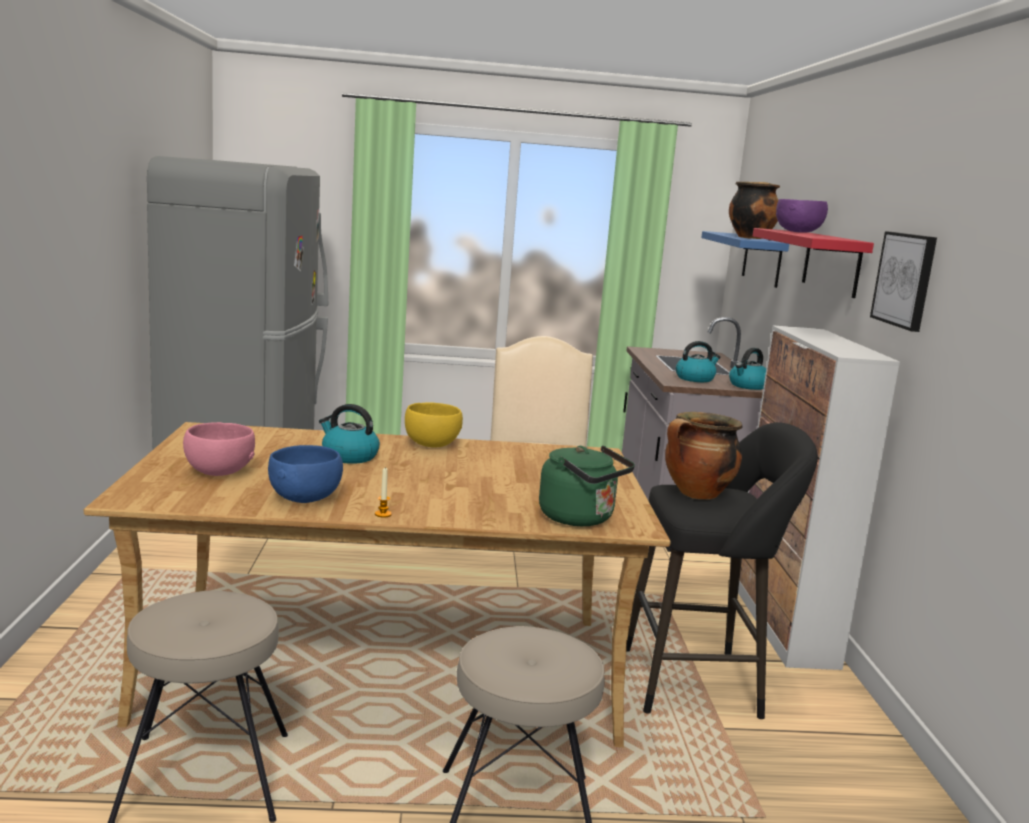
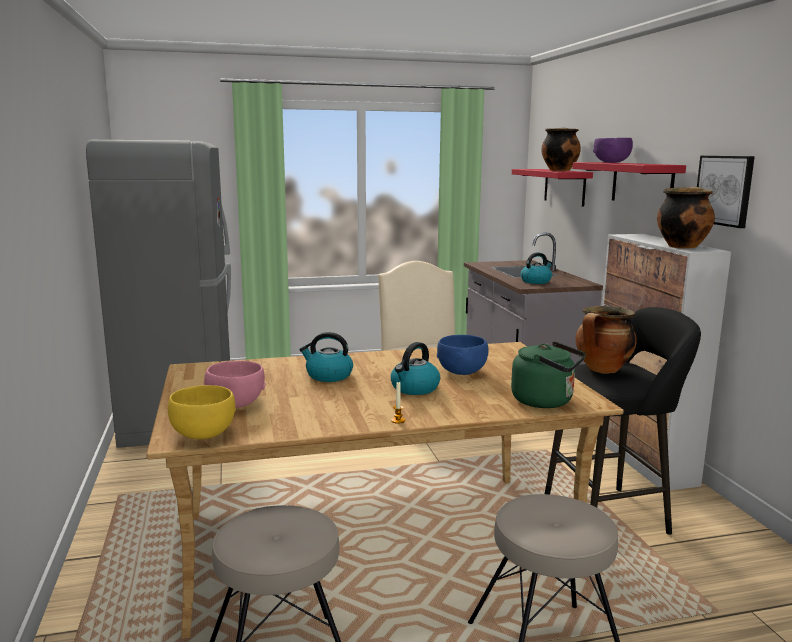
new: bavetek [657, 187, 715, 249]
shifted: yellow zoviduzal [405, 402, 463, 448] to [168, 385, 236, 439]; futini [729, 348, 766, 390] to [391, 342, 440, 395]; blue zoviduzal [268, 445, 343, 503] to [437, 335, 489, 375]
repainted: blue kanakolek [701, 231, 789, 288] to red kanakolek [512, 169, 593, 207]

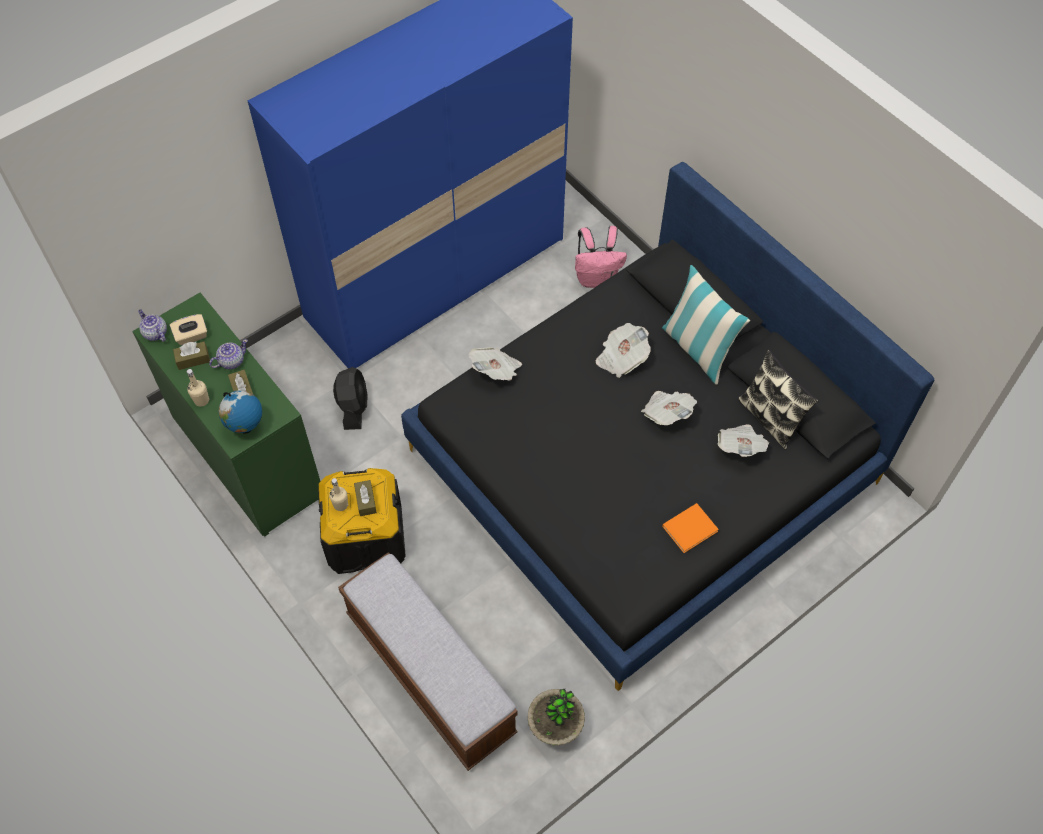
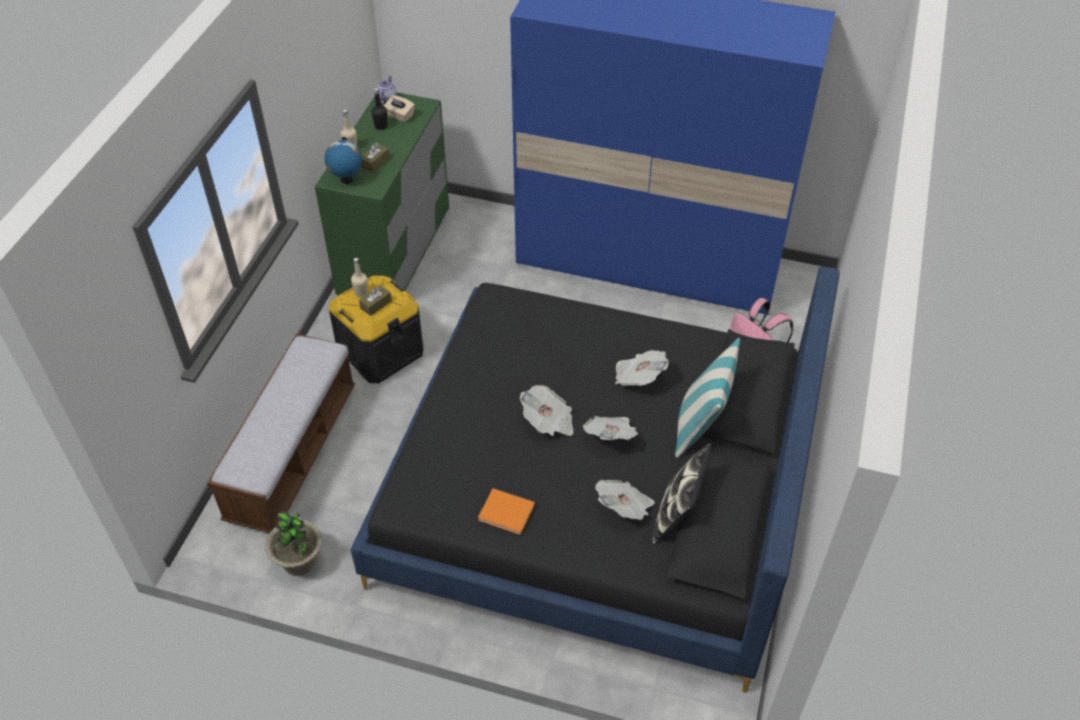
gone: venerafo [209, 339, 248, 369]; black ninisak [333, 367, 367, 430]
shifted: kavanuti [469, 348, 522, 381] to [520, 385, 573, 436]
swapped: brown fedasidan [173, 342, 210, 370] to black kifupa [371, 88, 387, 130]

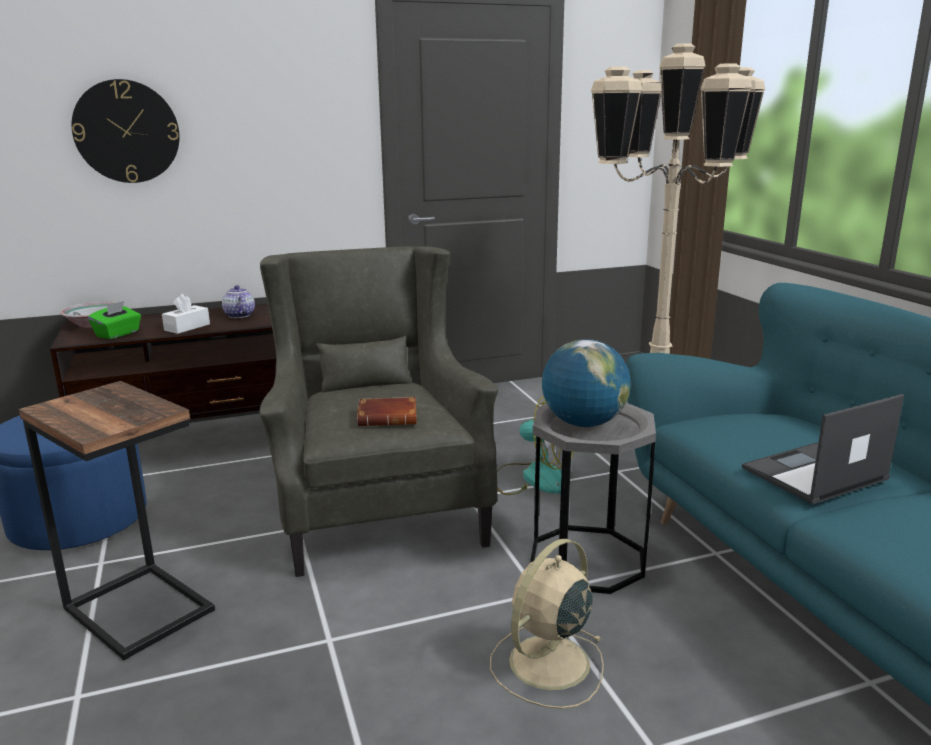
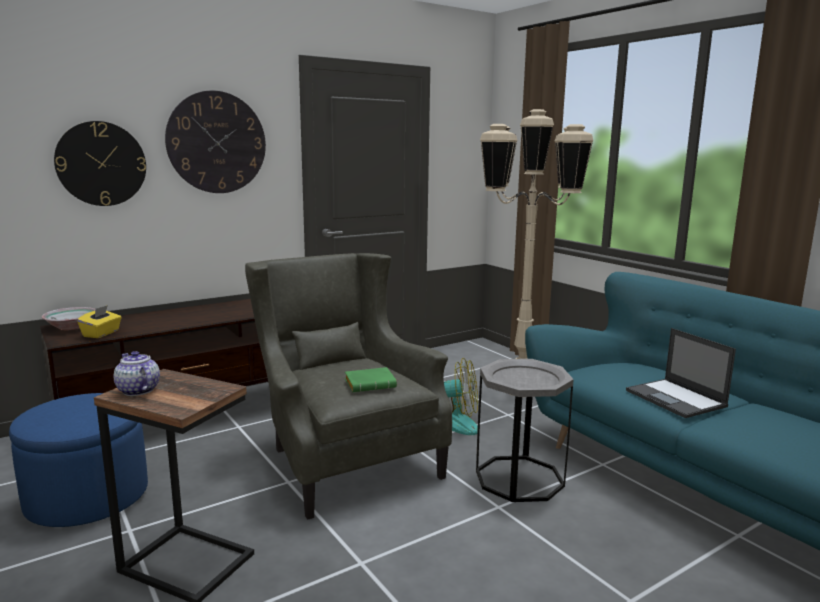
gone: white fedasidan [162, 294, 210, 334]; beige ninisak [490, 539, 604, 709]; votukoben [542, 339, 631, 427]
new: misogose [165, 90, 266, 193]
shifted: venerafo [222, 285, 255, 318] to [114, 351, 160, 396]
repainted: green fedasidan [88, 301, 141, 339] to yellow fedasidan [77, 305, 122, 338]; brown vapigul [357, 397, 417, 426] to green vapigul [345, 367, 397, 392]
rotated: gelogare [742, 394, 904, 504] = [626, 328, 736, 418] 75 degrees counterclockwise

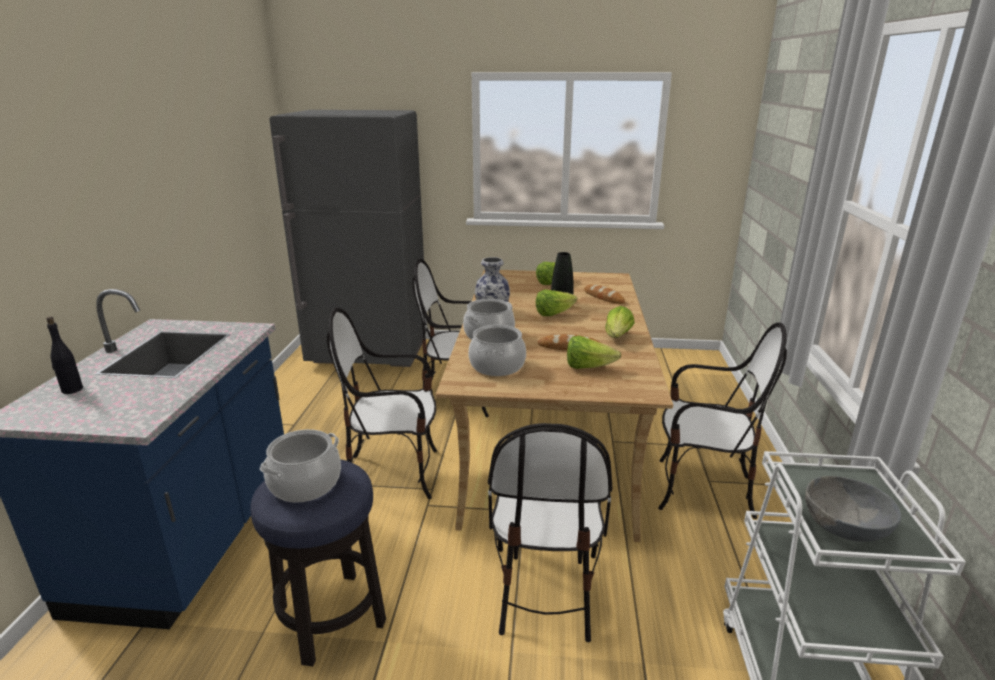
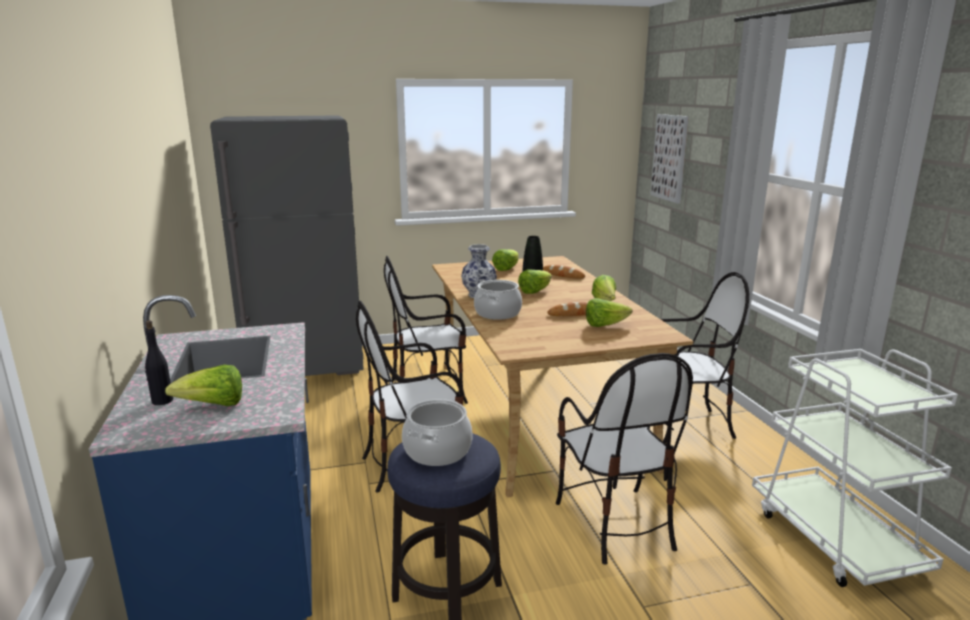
gone: bavetek [468, 325, 526, 376]; grey zoviduzal [805, 476, 901, 542]
new: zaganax [165, 365, 242, 406]; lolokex [650, 114, 689, 204]

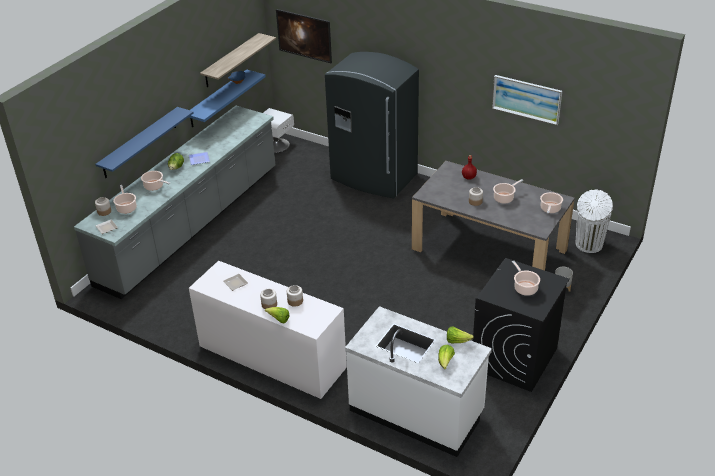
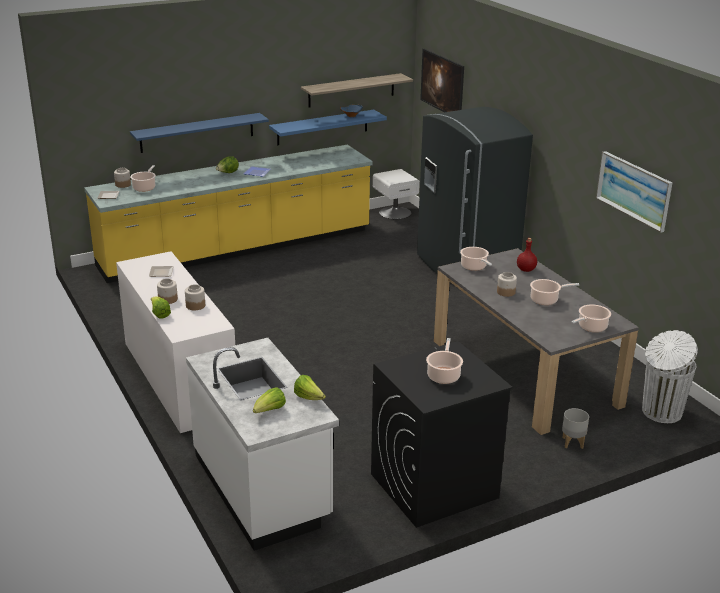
shifted: bavetek [141, 171, 170, 191] to [460, 247, 492, 271]
repainted: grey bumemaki [74, 106, 275, 299] to yellow bumemaki [84, 145, 373, 283]

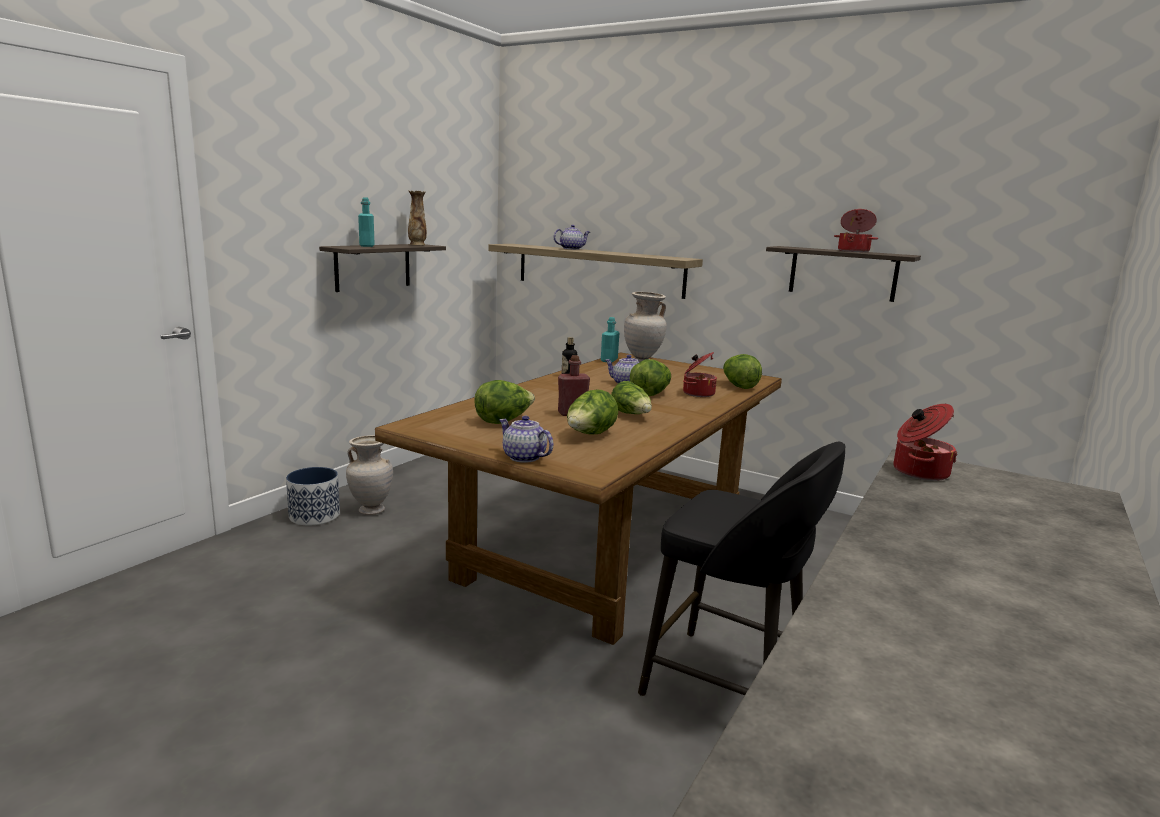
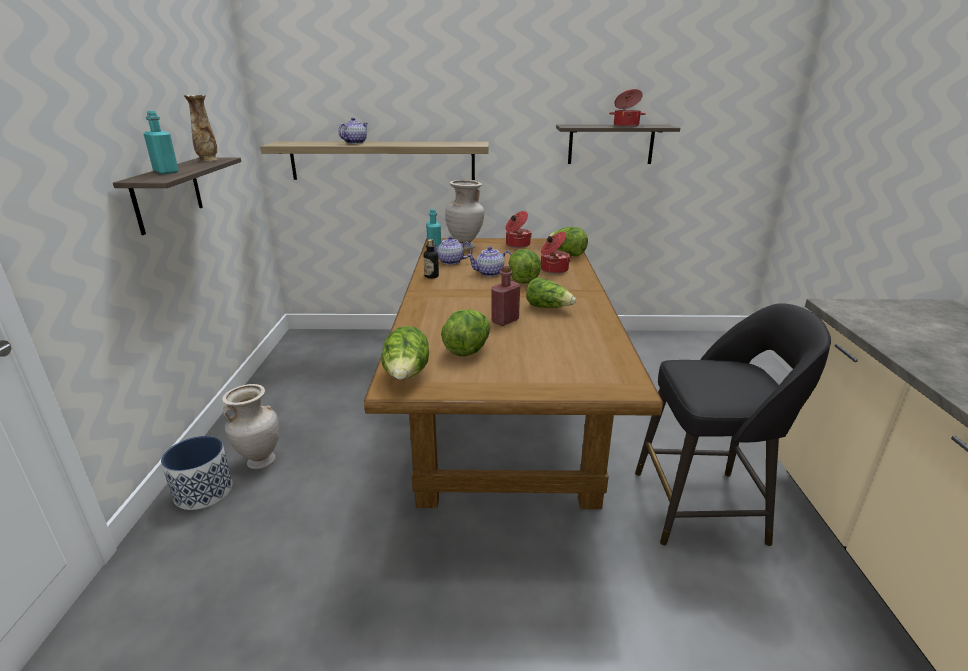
shifted: zaganax [567, 390, 618, 435] to [381, 326, 429, 380]; venerafo [499, 416, 553, 463] to [433, 236, 473, 265]; bavetek [894, 404, 958, 481] to [505, 211, 532, 248]

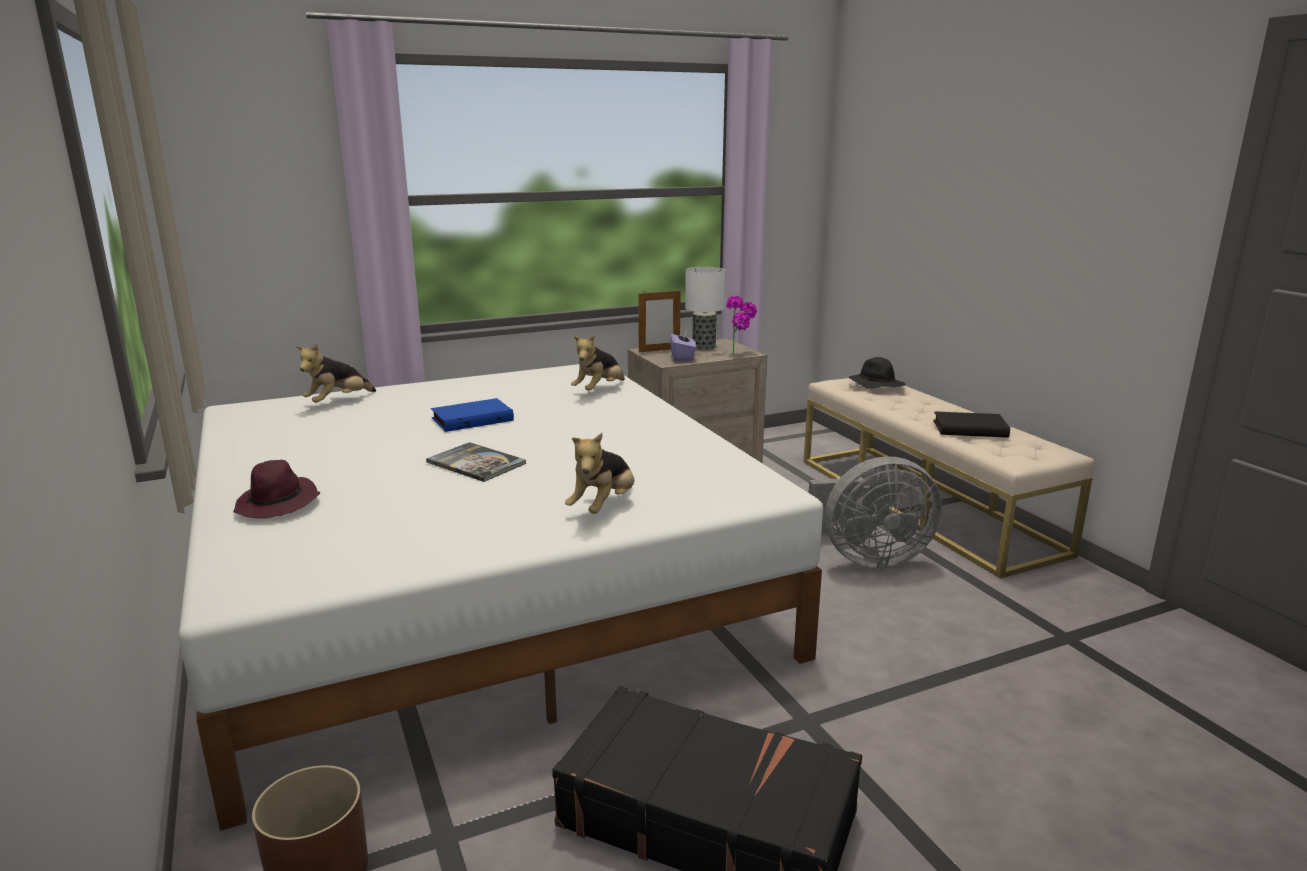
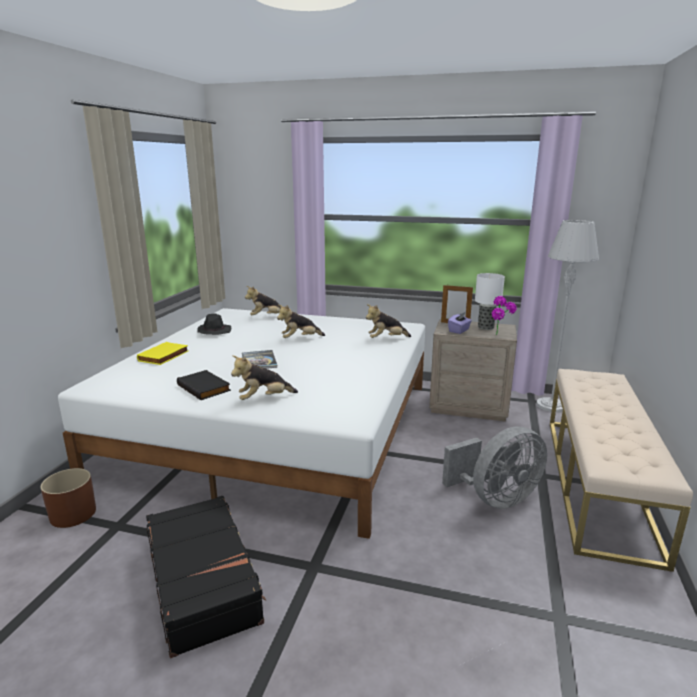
new: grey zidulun [537, 220, 599, 412]
shifted: black vapigul [933, 411, 1010, 438] to [177, 370, 231, 400]; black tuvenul [849, 357, 905, 389] to [197, 313, 231, 335]
swapped: purple tuvenul [233, 460, 320, 518] to yellow vapigul [137, 342, 188, 365]; blue vapigul [431, 398, 514, 432] to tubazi [277, 305, 325, 338]
rotated: grey ninisak [809, 456, 942, 568] = [442, 427, 547, 509] 60 degrees counterclockwise

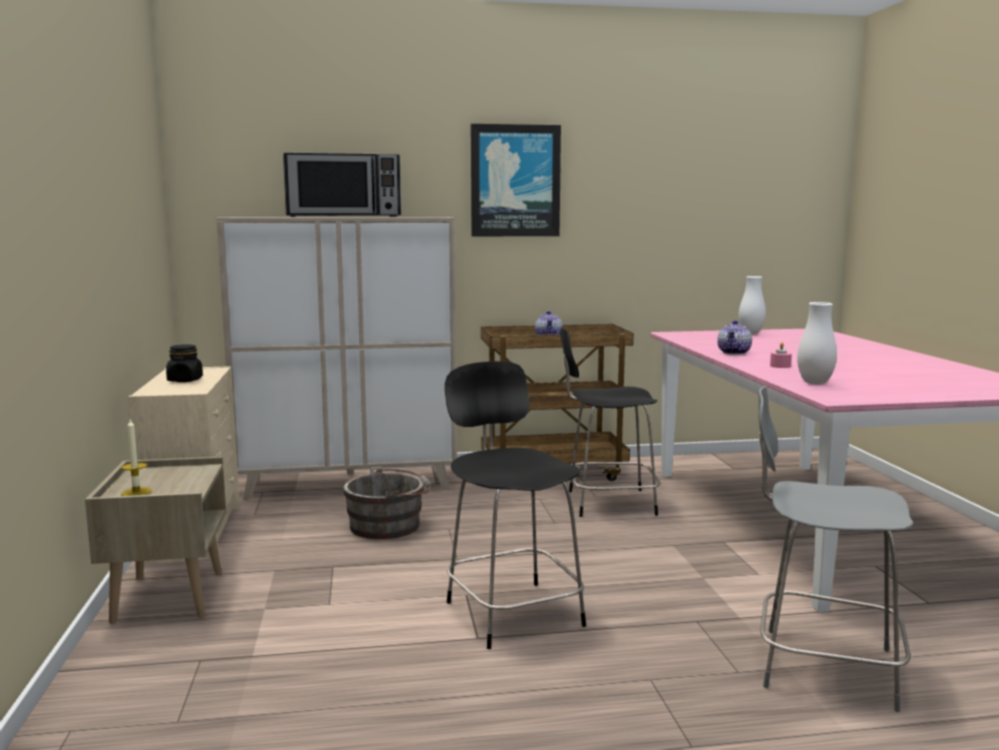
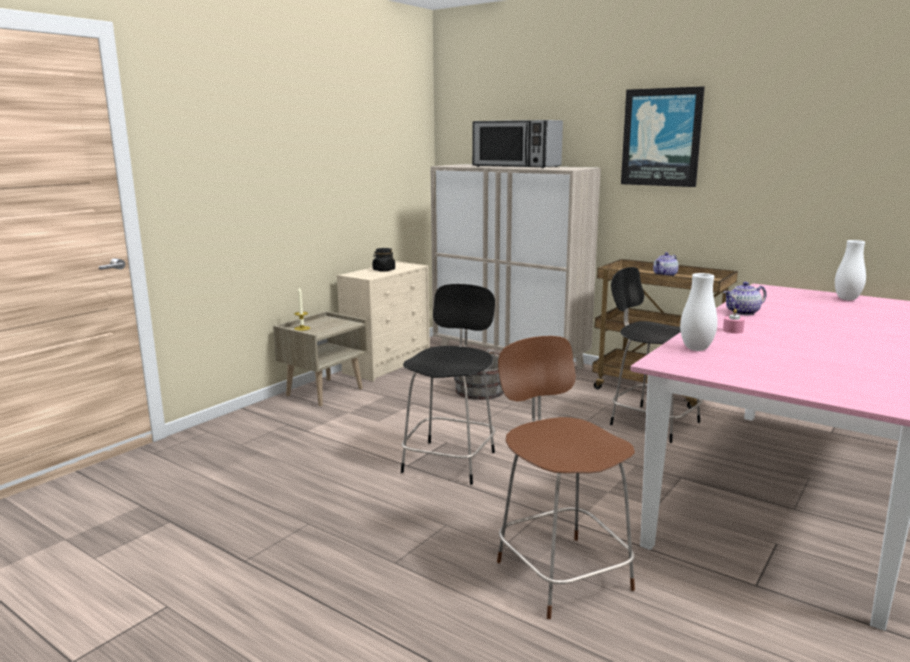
repainted: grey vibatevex [758, 387, 913, 712] to brown vibatevex [497, 336, 635, 619]

